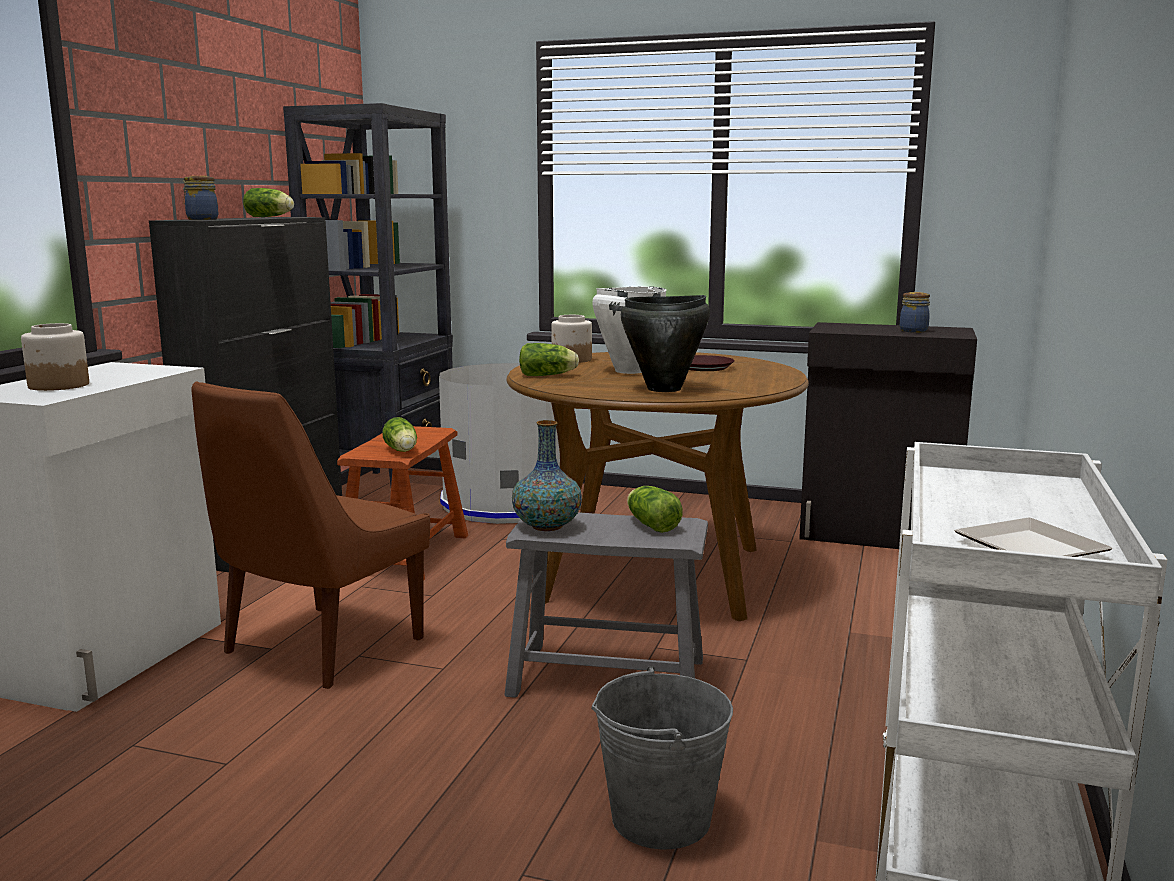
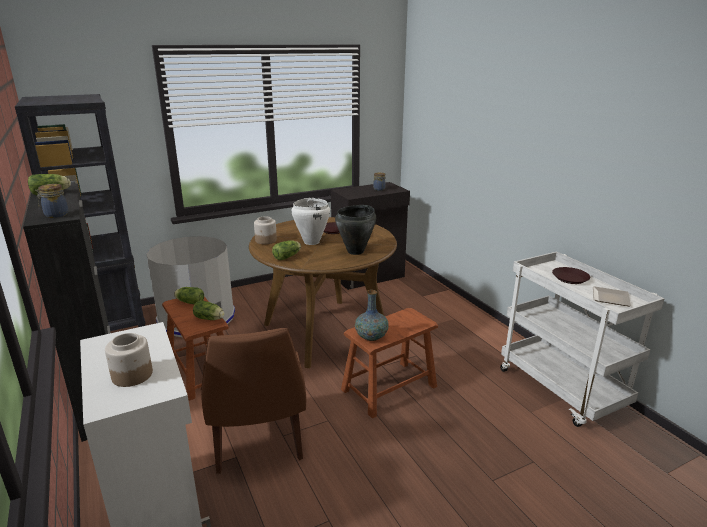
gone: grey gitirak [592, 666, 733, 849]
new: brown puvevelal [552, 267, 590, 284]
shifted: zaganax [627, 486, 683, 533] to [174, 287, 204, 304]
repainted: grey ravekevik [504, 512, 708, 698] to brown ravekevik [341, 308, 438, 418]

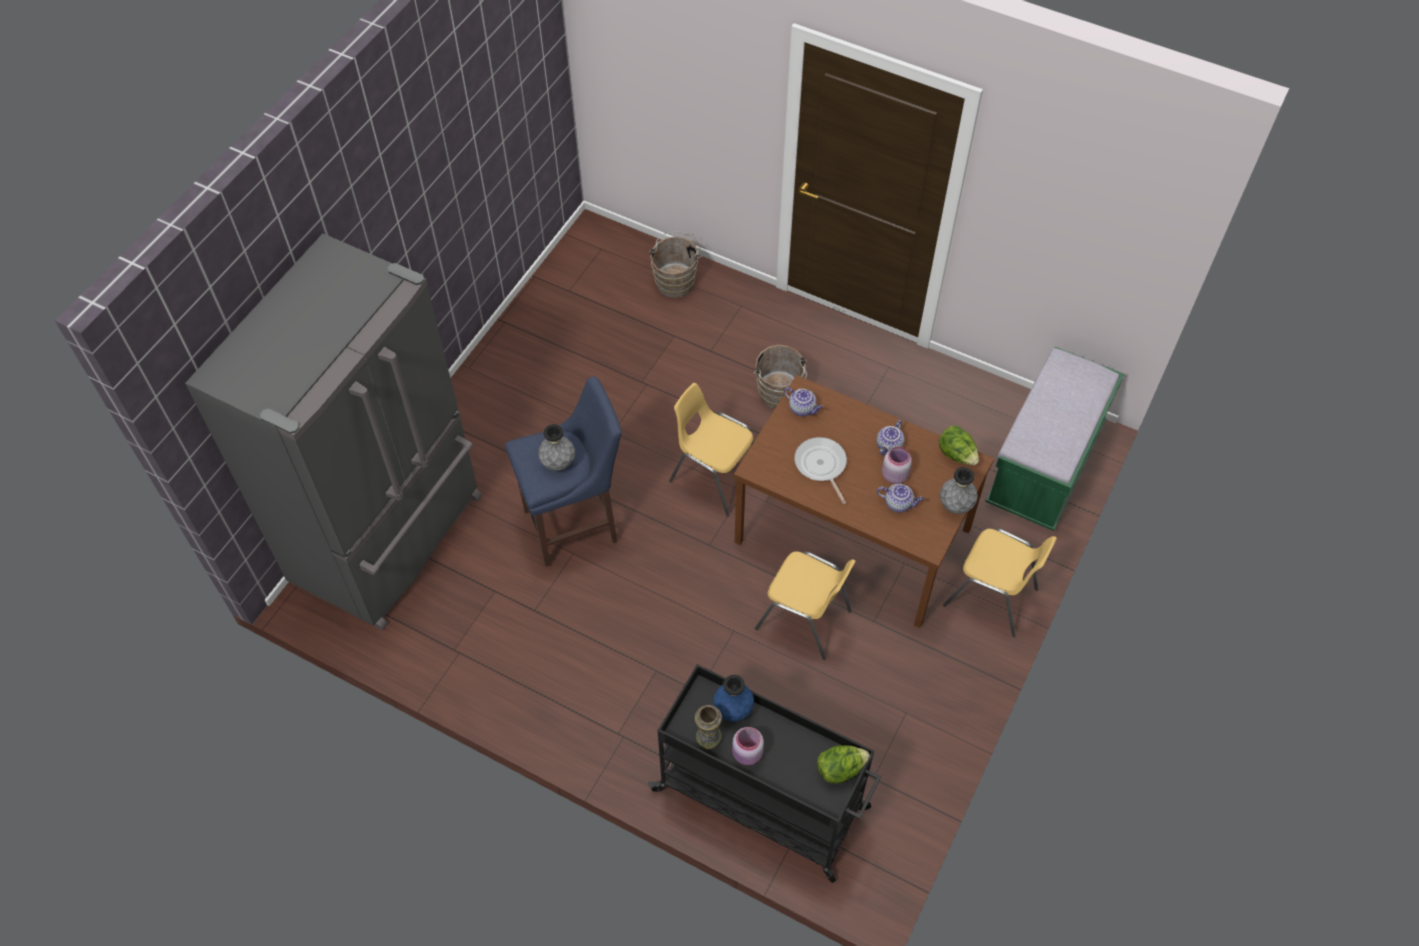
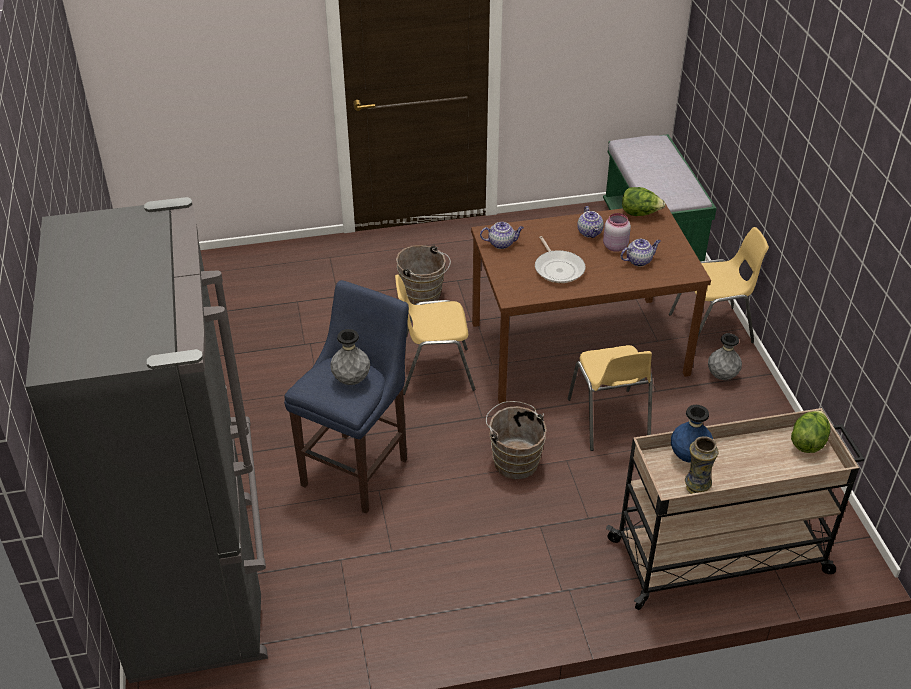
gone: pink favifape [732, 727, 764, 765]
shifted: brown gitirak [649, 232, 702, 298] to [486, 401, 547, 479]; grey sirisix [940, 467, 978, 514] to [708, 333, 742, 380]
repainted: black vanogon [649, 664, 881, 883] to beige vanogon [606, 408, 864, 610]
rotated: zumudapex [794, 437, 847, 504] = [535, 236, 585, 283] 135 degrees counterclockwise; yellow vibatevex [755, 551, 856, 660] = [567, 345, 653, 451] 90 degrees clockwise

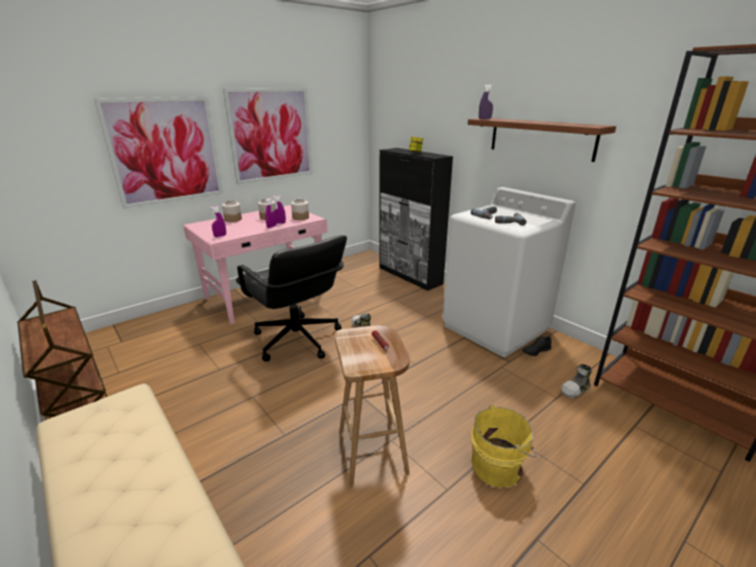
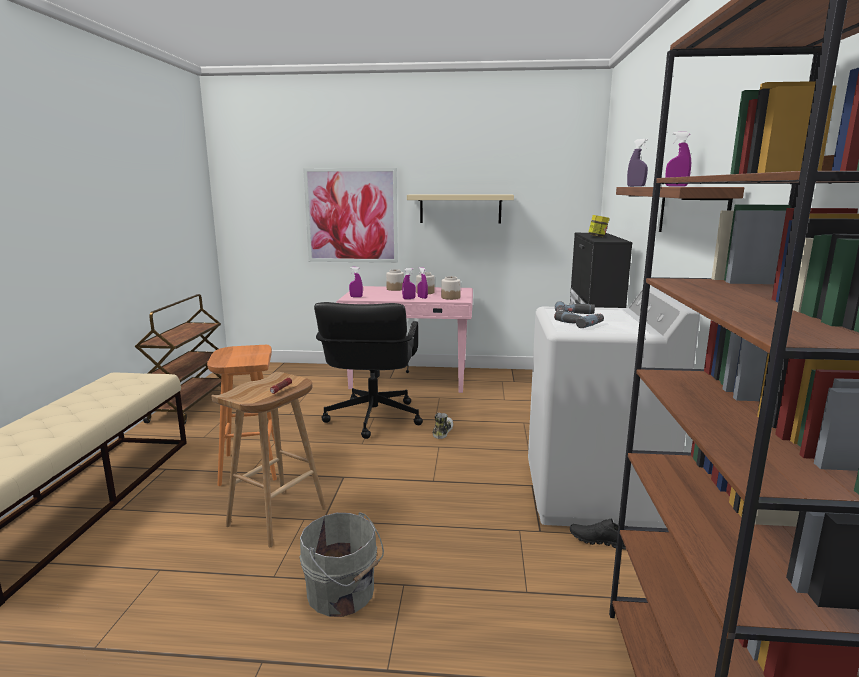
gone: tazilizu [561, 364, 592, 399]
new: orange ravekevik [207, 345, 277, 486]; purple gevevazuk [665, 132, 691, 187]
swapped: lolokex [223, 88, 312, 184] to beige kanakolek [407, 195, 514, 224]
repainted: yellow gitirak [471, 405, 537, 487] to grey gitirak [299, 512, 384, 617]

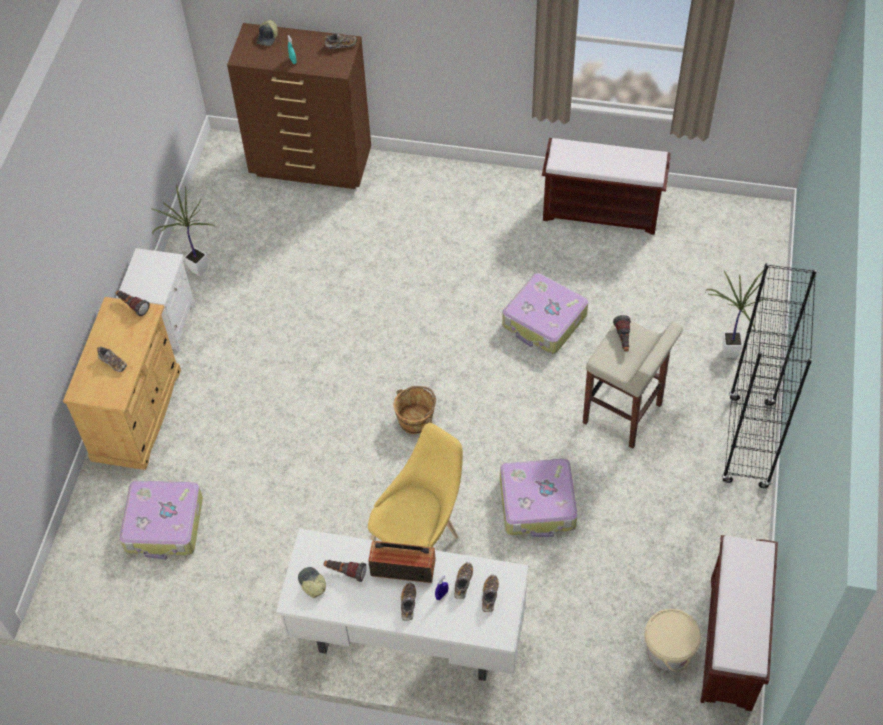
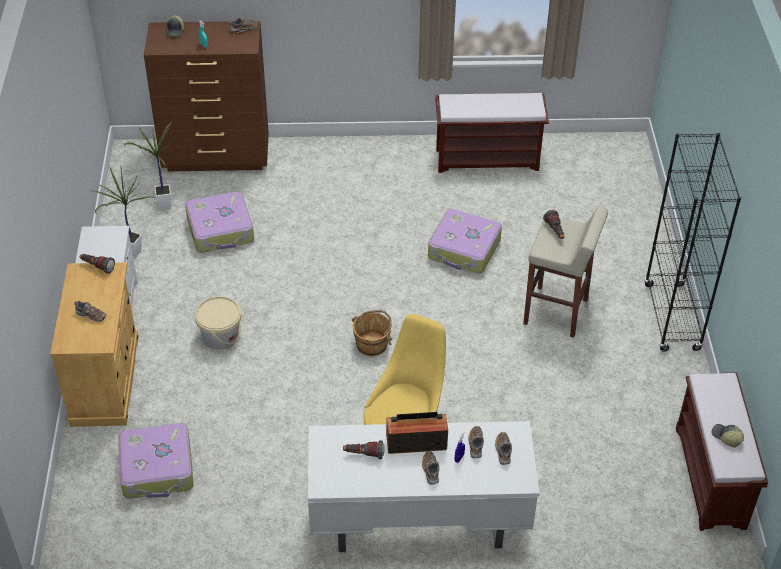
shifted: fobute [705, 270, 767, 358] to [123, 122, 171, 210]; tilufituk [500, 459, 578, 537] to [185, 192, 254, 253]; beige gitirak [645, 609, 701, 672] to [195, 296, 242, 349]; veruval [298, 567, 326, 598] to [711, 424, 744, 448]

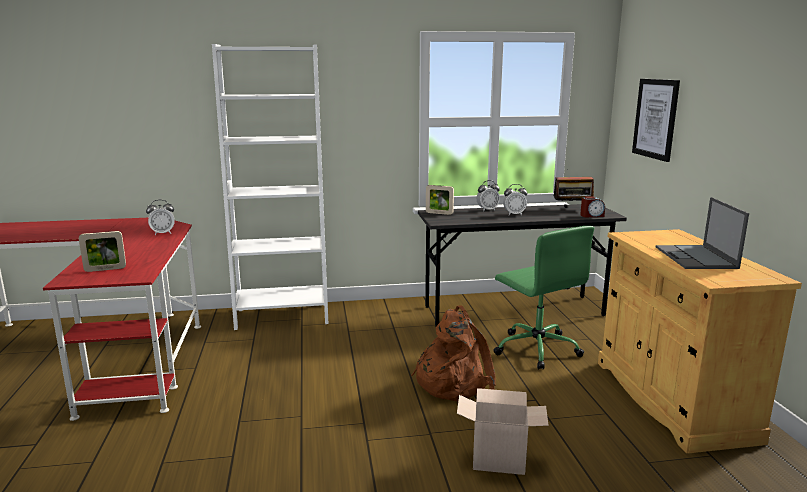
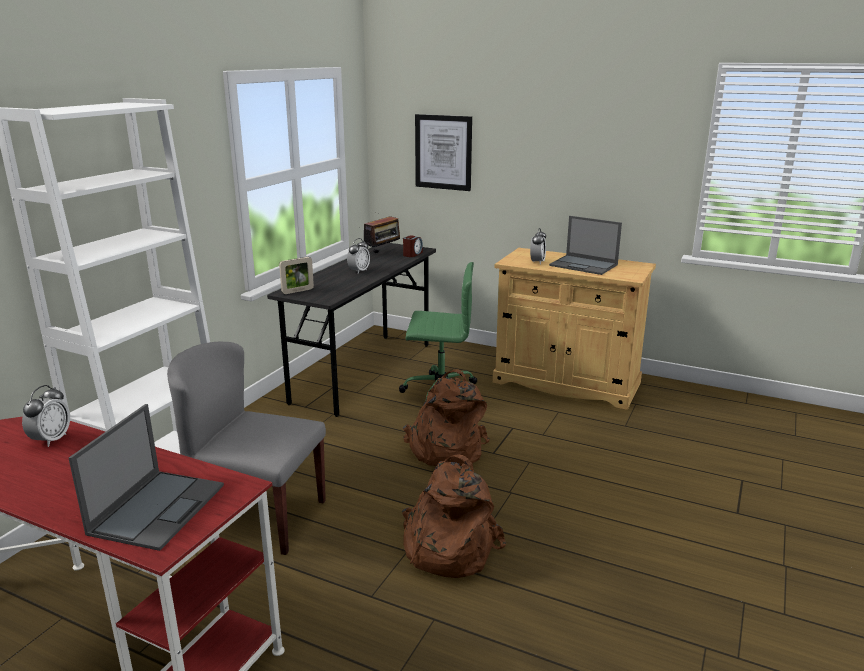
gone: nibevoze [457, 388, 549, 475]
new: grey vibatevex [167, 342, 326, 555]; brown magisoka [402, 454, 506, 578]
shifted: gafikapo [477, 180, 500, 211] to [530, 228, 546, 265]
swapped: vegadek [79, 231, 126, 272] to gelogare [69, 404, 224, 551]

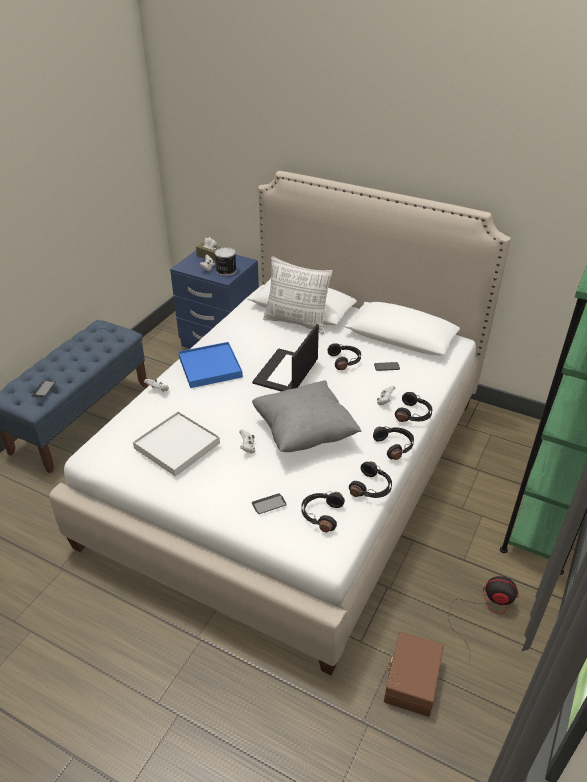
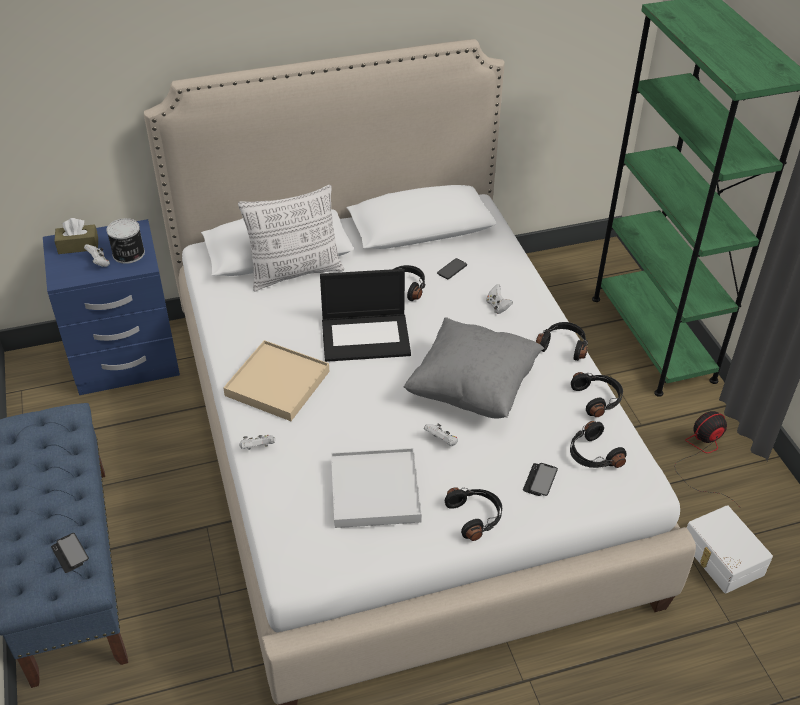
shifted: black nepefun [395, 392, 433, 422] to [445, 487, 502, 541]
repainted: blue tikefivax [178, 342, 243, 388] to beige tikefivax [223, 340, 329, 421]; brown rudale [384, 632, 444, 717] to white rudale [687, 505, 773, 593]
rotated: gelogare [252, 324, 319, 392] = [320, 269, 411, 362] 75 degrees counterclockwise

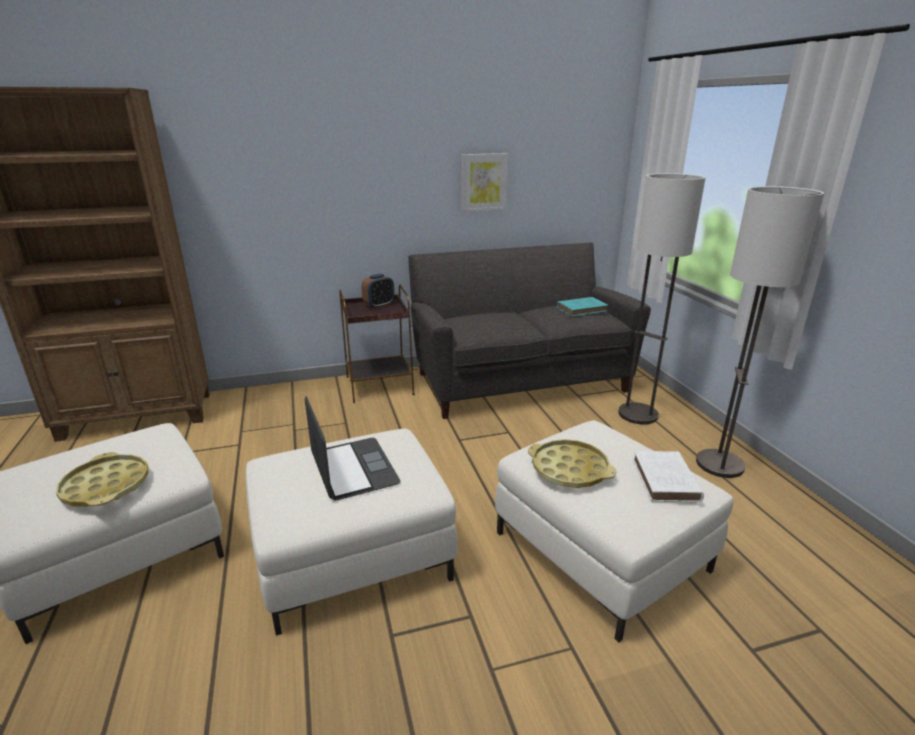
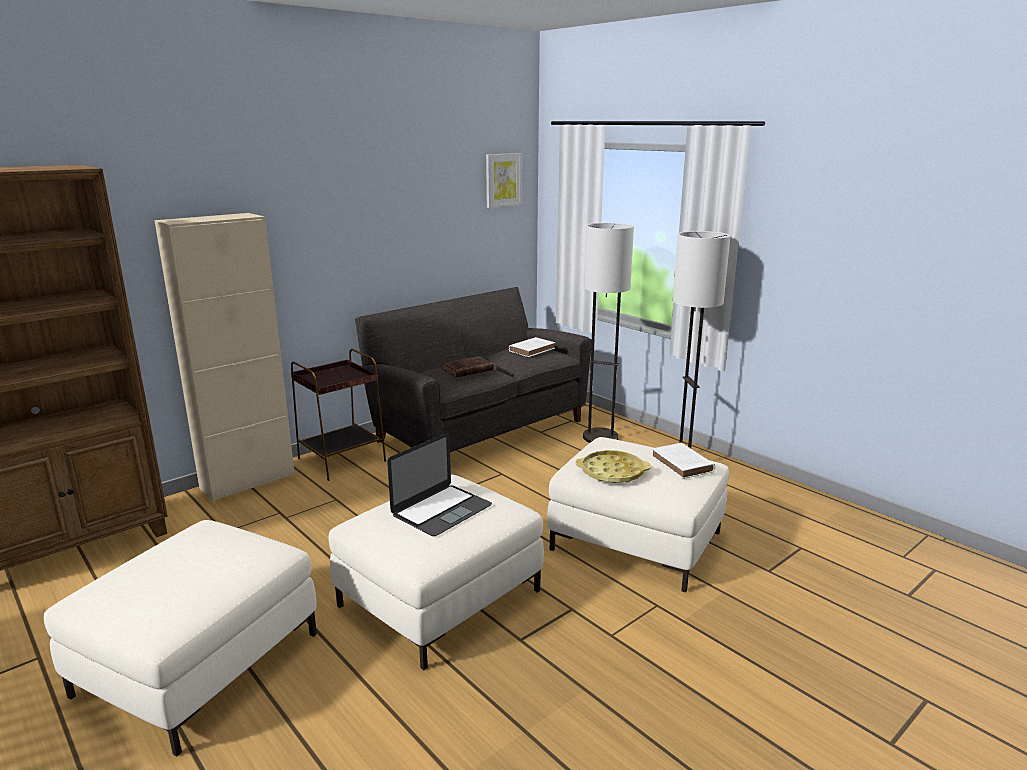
gone: yellow tikefivax [56, 452, 149, 507]; gafikapo [361, 274, 394, 309]
new: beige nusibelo [154, 213, 295, 502]; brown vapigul [442, 356, 494, 377]
shifted: lolokex [462, 153, 509, 212] to [486, 153, 522, 208]
repainted: turquoise vapigul [557, 297, 608, 317] to white vapigul [509, 337, 555, 357]
rotated: gelogare [305, 396, 400, 500] = [387, 433, 492, 536] 90 degrees clockwise

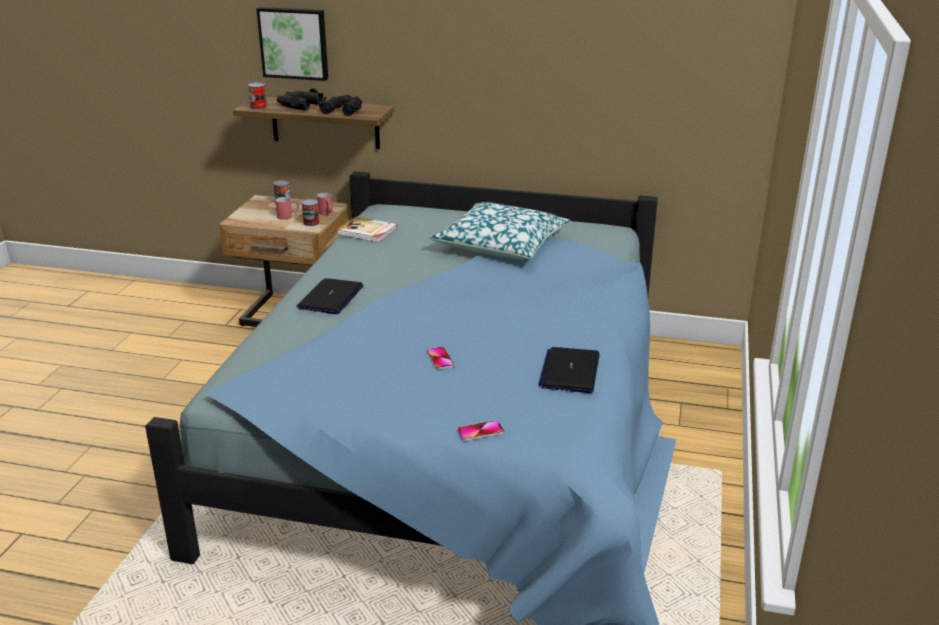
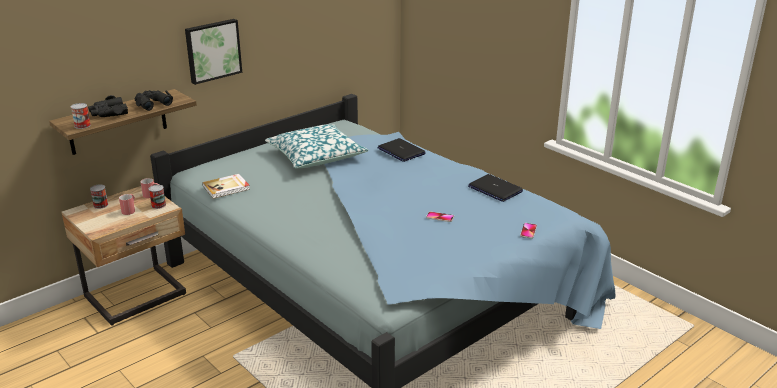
shifted: lolokex [256, 7, 328, 81] to [185, 19, 242, 85]; gelogare [296, 278, 363, 314] to [378, 138, 425, 162]

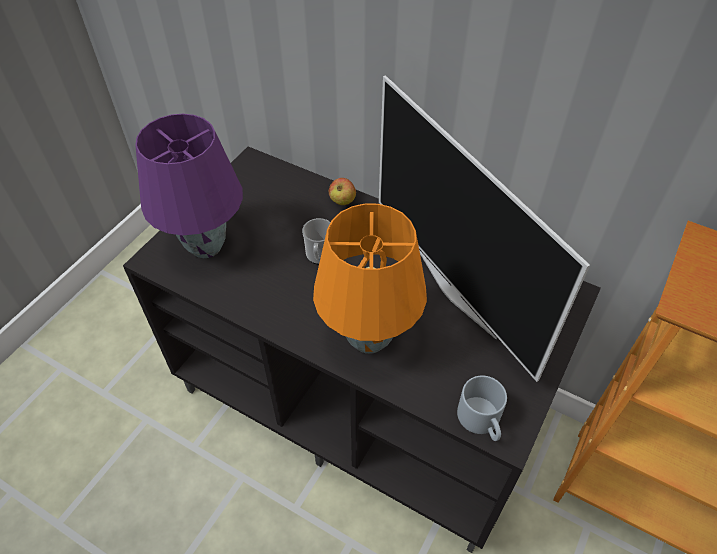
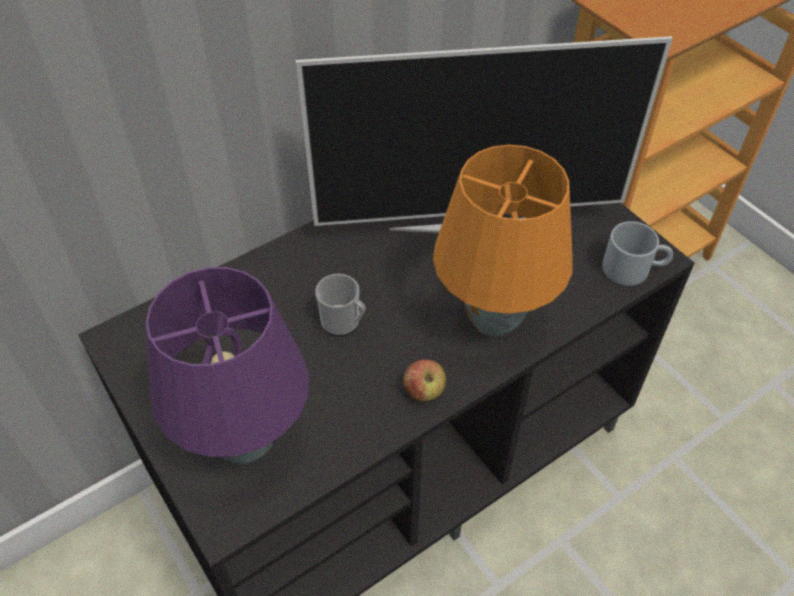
shifted: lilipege [329, 178, 356, 205] to [404, 359, 446, 401]

